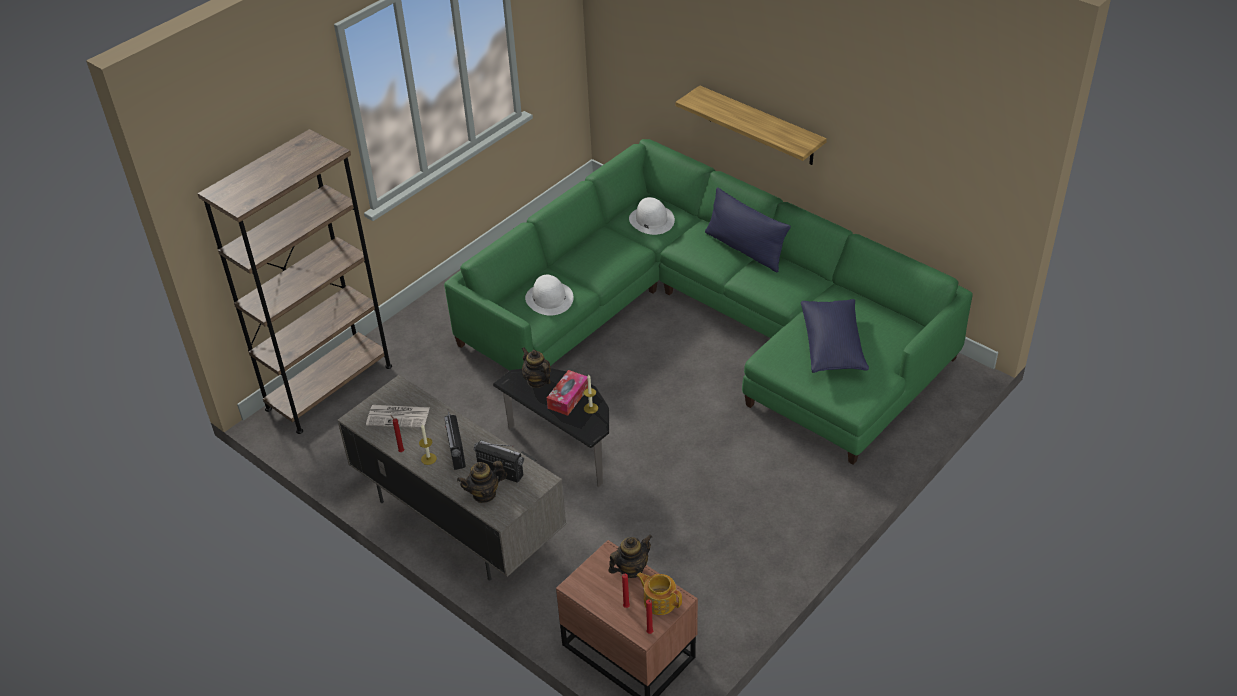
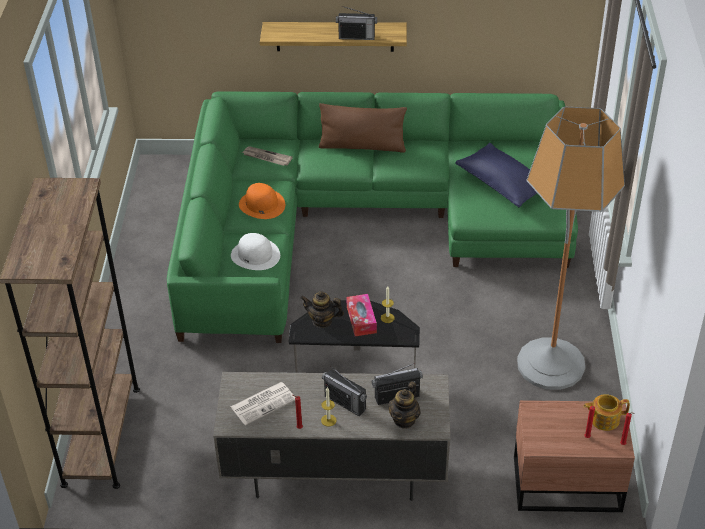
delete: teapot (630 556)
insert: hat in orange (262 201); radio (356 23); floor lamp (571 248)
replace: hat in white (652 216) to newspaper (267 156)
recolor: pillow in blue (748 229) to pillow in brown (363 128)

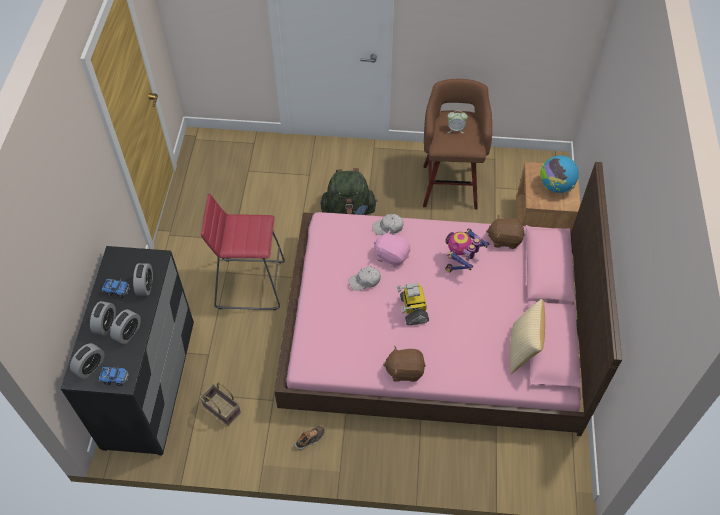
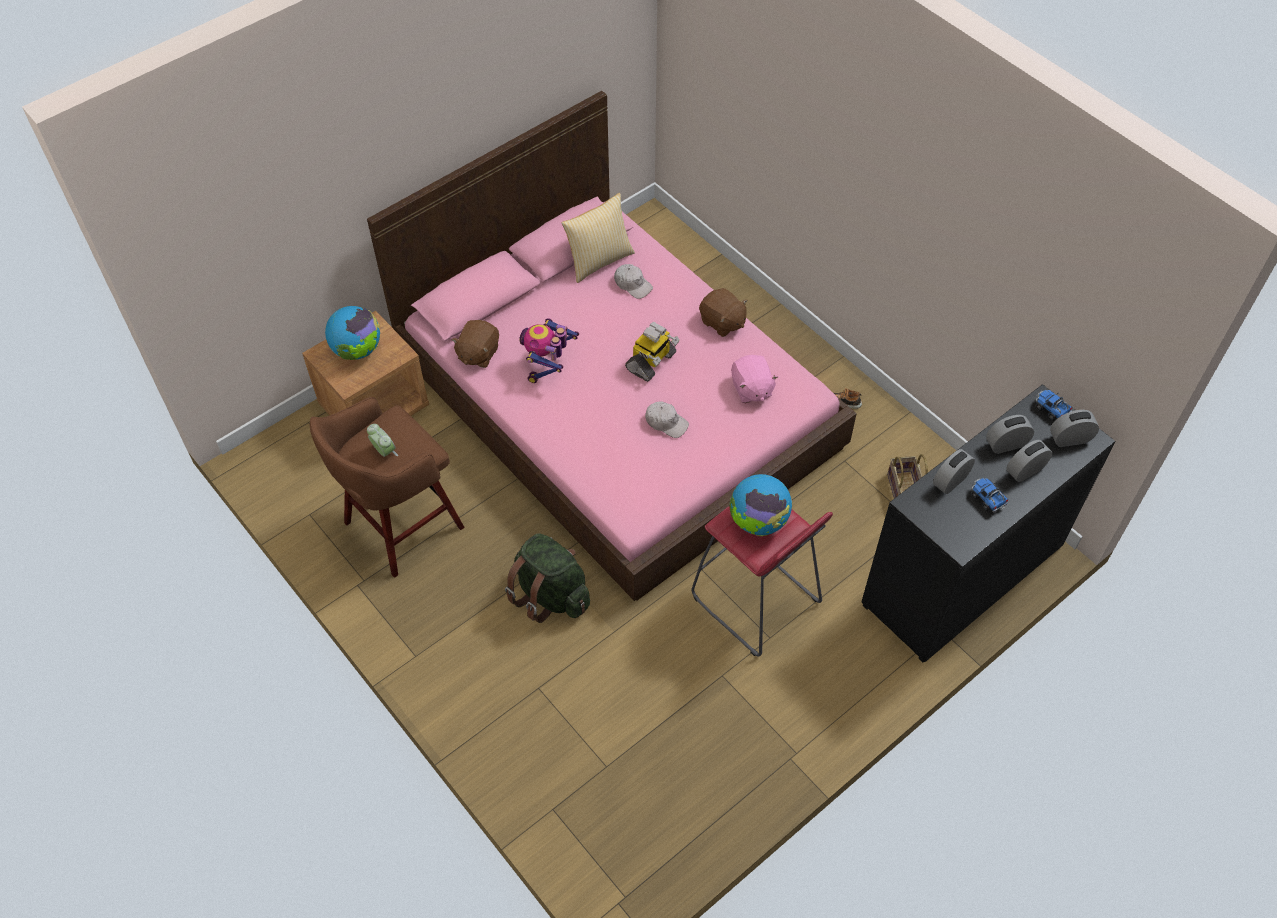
insert: globe (761 505)
move: cap in white (387 224) to (633 281); plush toy in pink (392 248) to (754 379)
rotate: toy robot (467 250) = (549 350) 120 degrees clockwise; plush toy in brown (505 232) = (475 344) 60 degrees clockwise

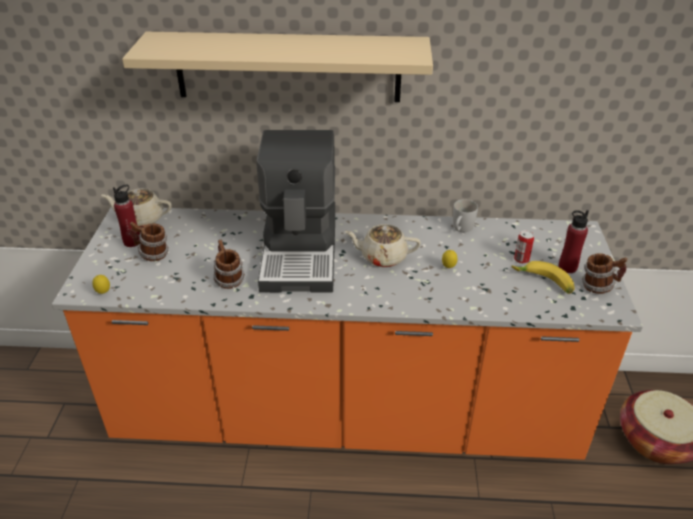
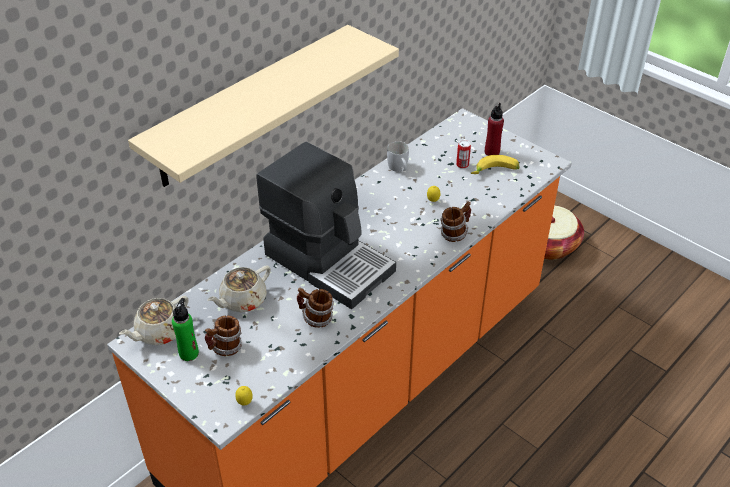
move: teapot in beige (383 245) to (239 288); mug (604 273) to (456 222)
recolor: bottle in red (126 216) to bottle in green (185 329)

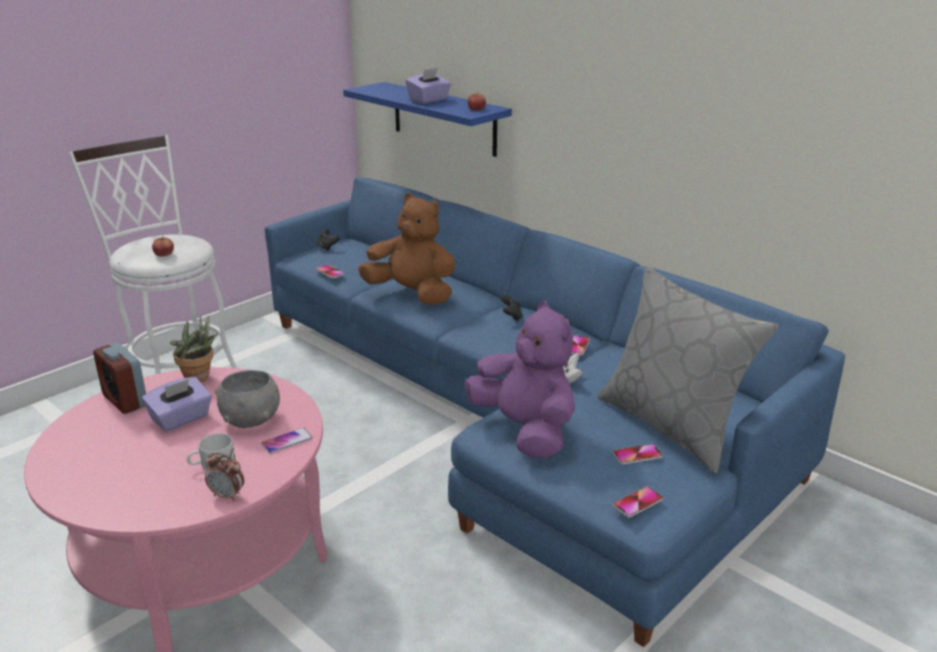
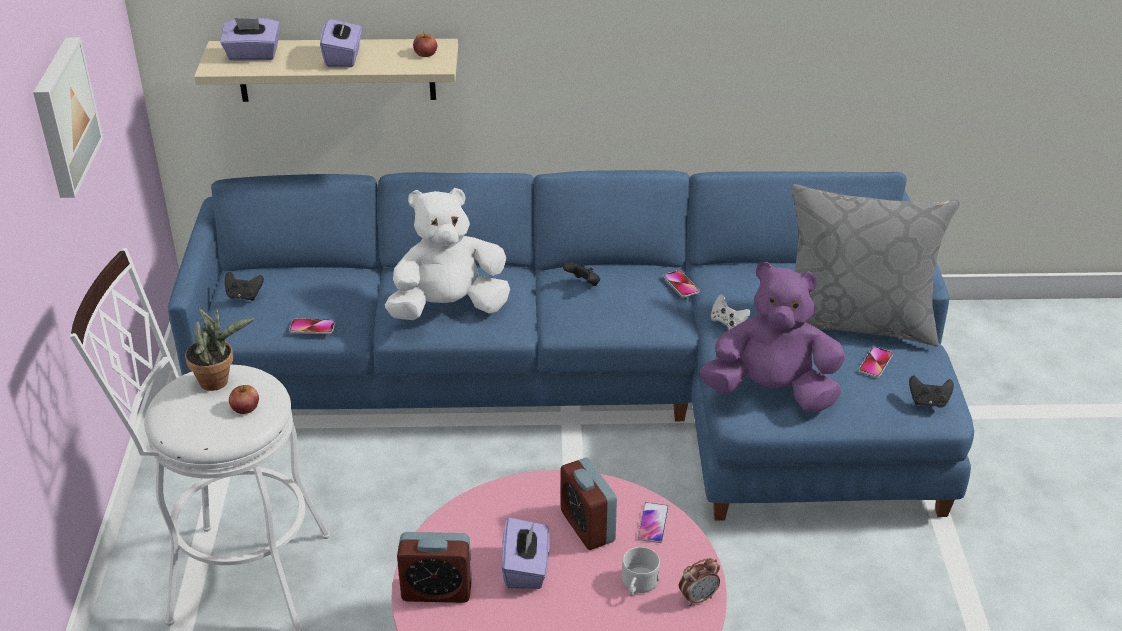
insert: picture (68 117); tissue box in purple (250 39)
move: potted plant (194 349) to (219 349)
replace: bowl in grey (247 399) to alarm clock (589 504); phone (638 502) to game controller in black (931 391)
recolor: shelf in blue (427 119) to shelf in beige (326 70); plush toy in brown (406 249) to plush toy in white (447 254)

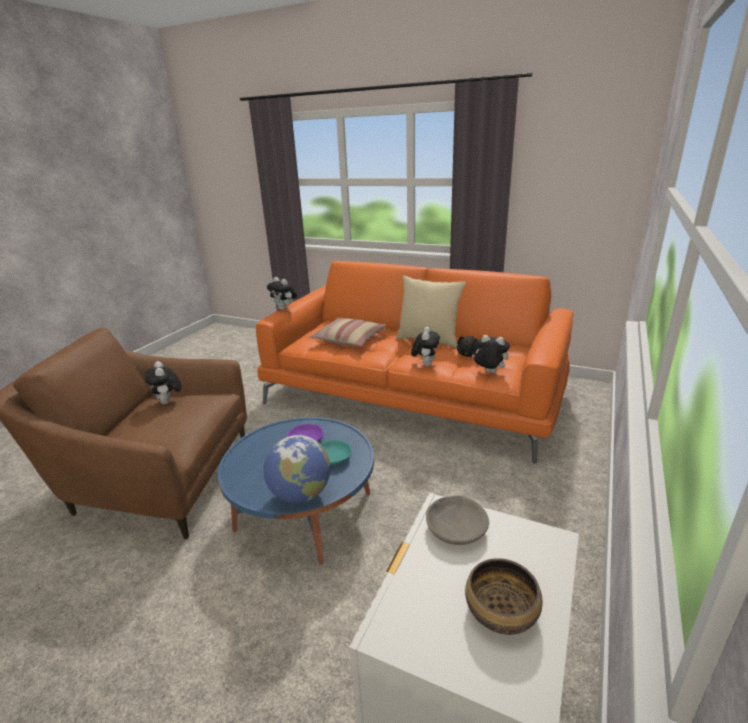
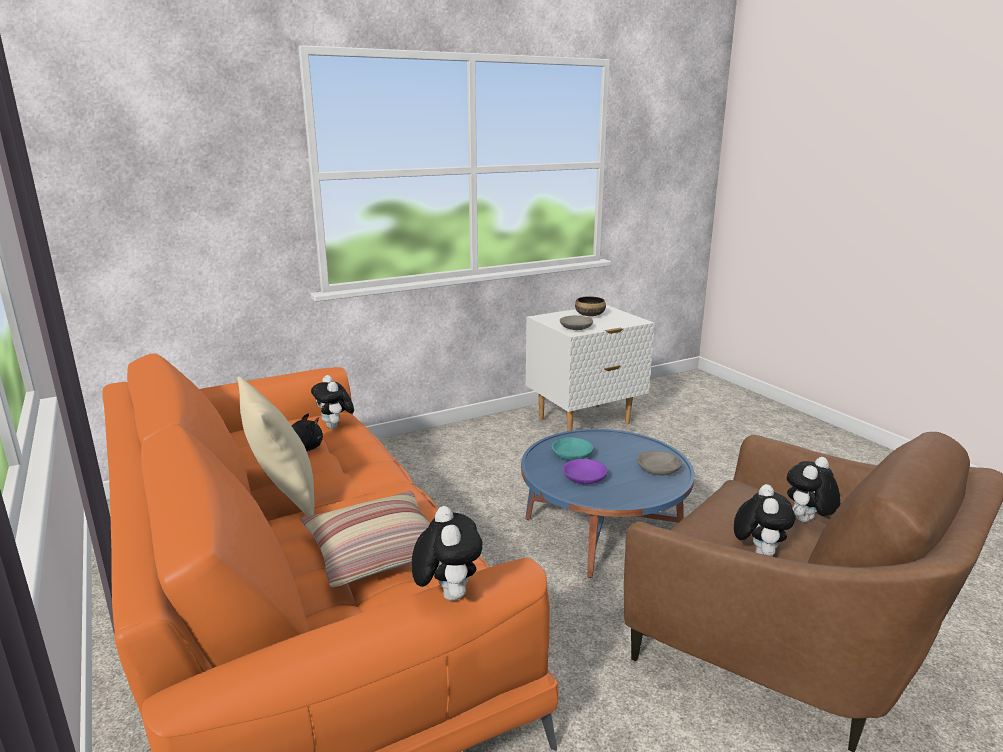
delete: globe (296 469)
insert: bowl in grey (659 463)
move: plush toy (425 346) to (813 489)

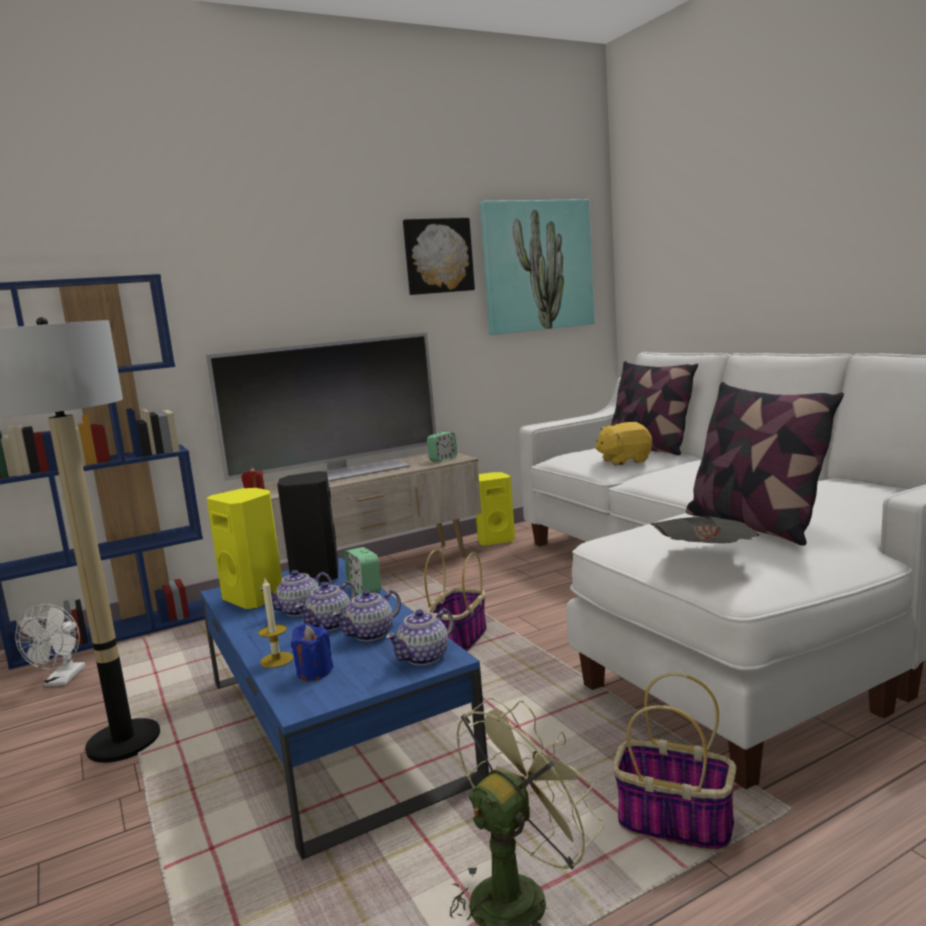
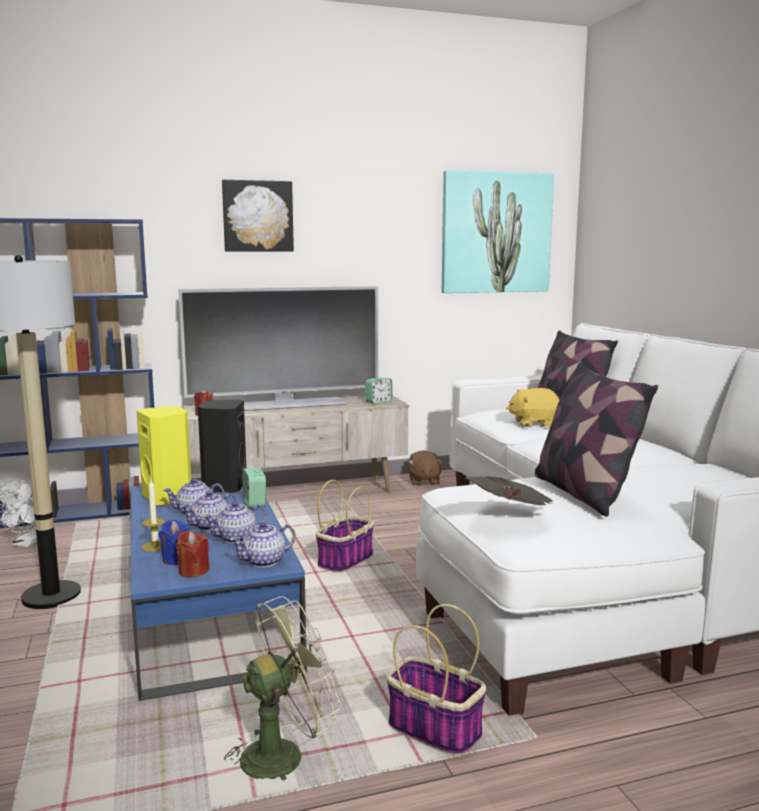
insert: candle in red (193 553)
move: picture (439 256) to (258 216)
replace: speaker in yellow (495 509) to plush toy in brown (426 468)

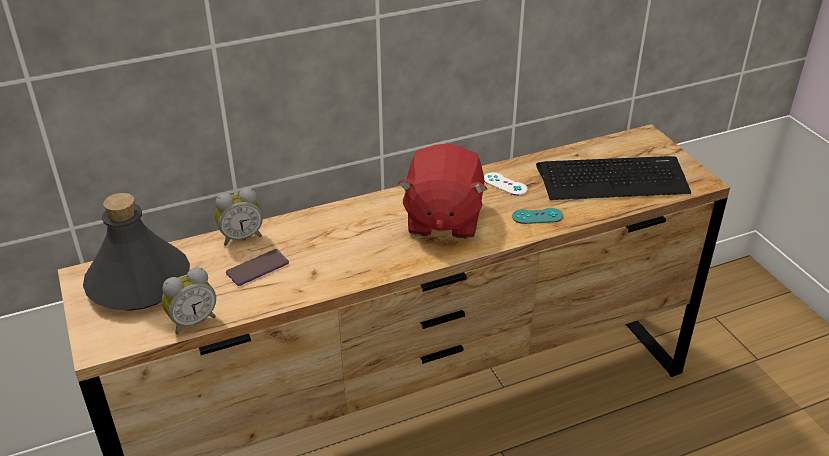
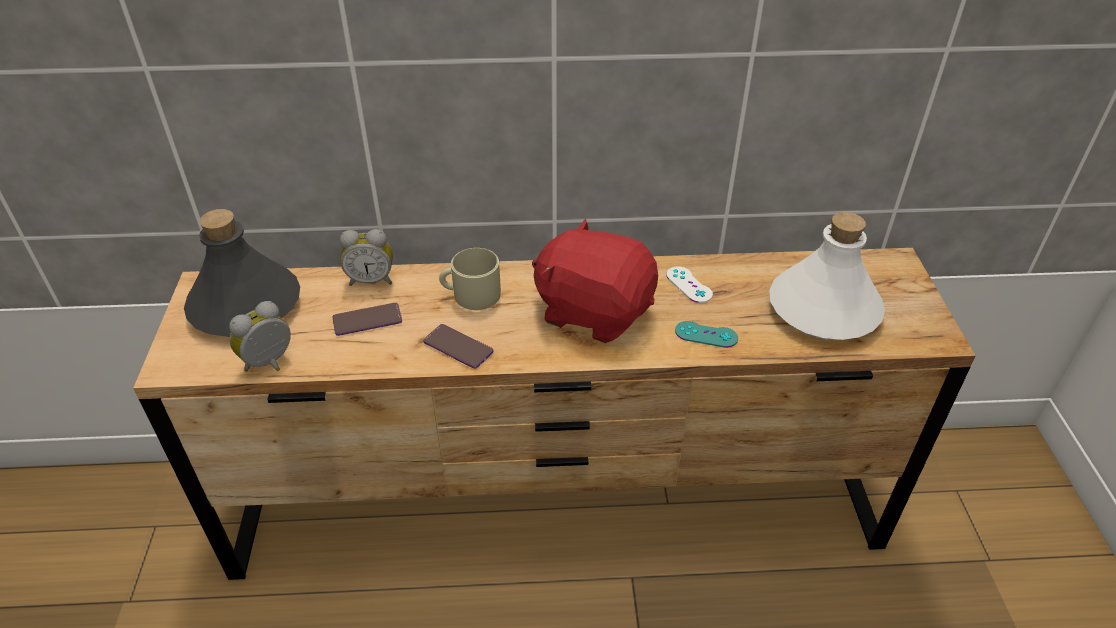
insert: phone (458 346); mug in beige (470 279)
replace: keyboard (613 178) to bottle in white (827 276)
rotate: alarm clock (189 300) = (260 336) 150 degrees clockwise; plush toy in red (442 191) = (595 280) 90 degrees clockwise

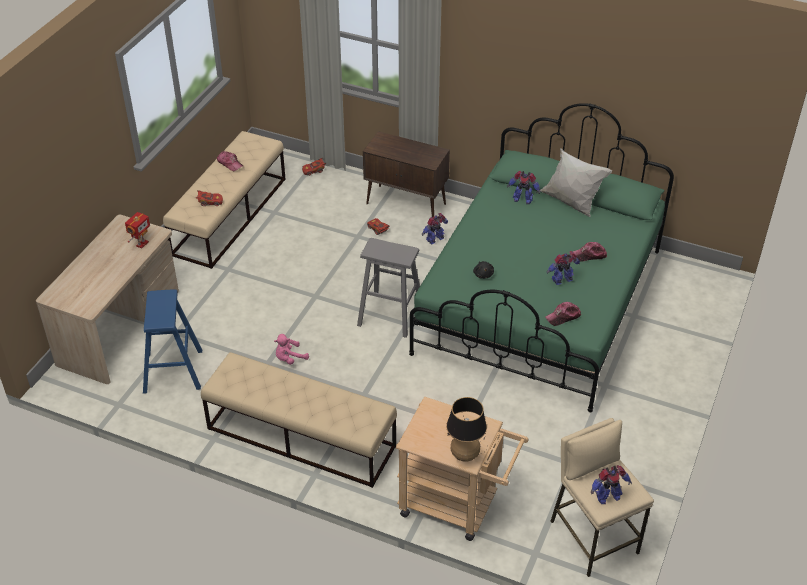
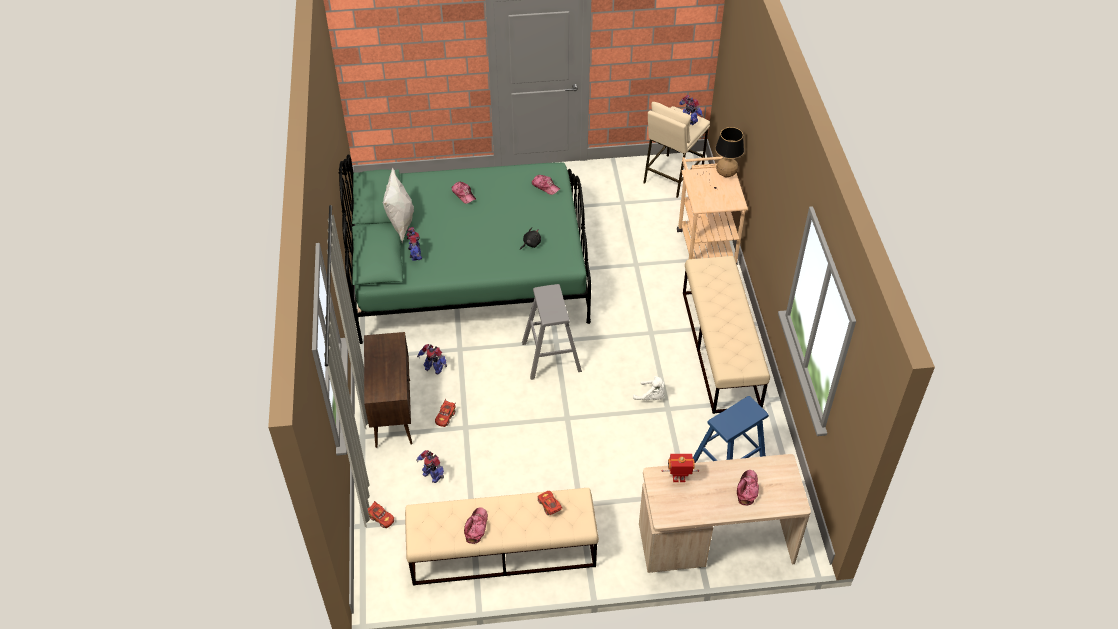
insert: cap (748 487)
move: toy robot (563 268) to (430 466)
recolor: plush toy in pink (291 349) to plush toy in white (649 388)

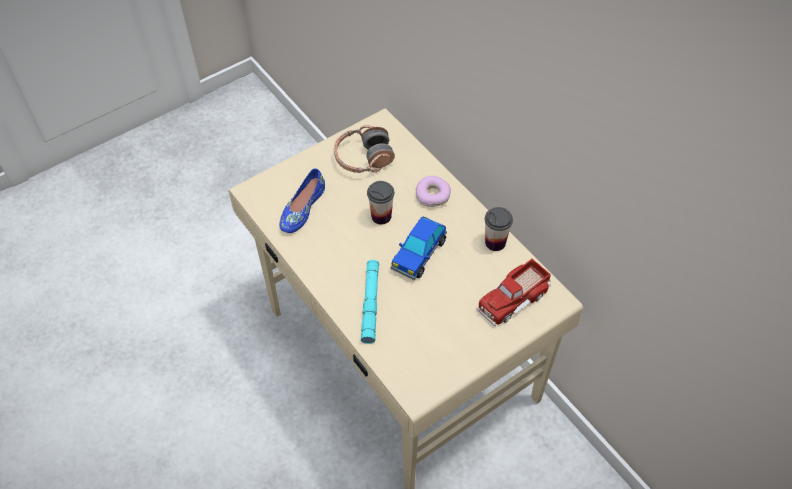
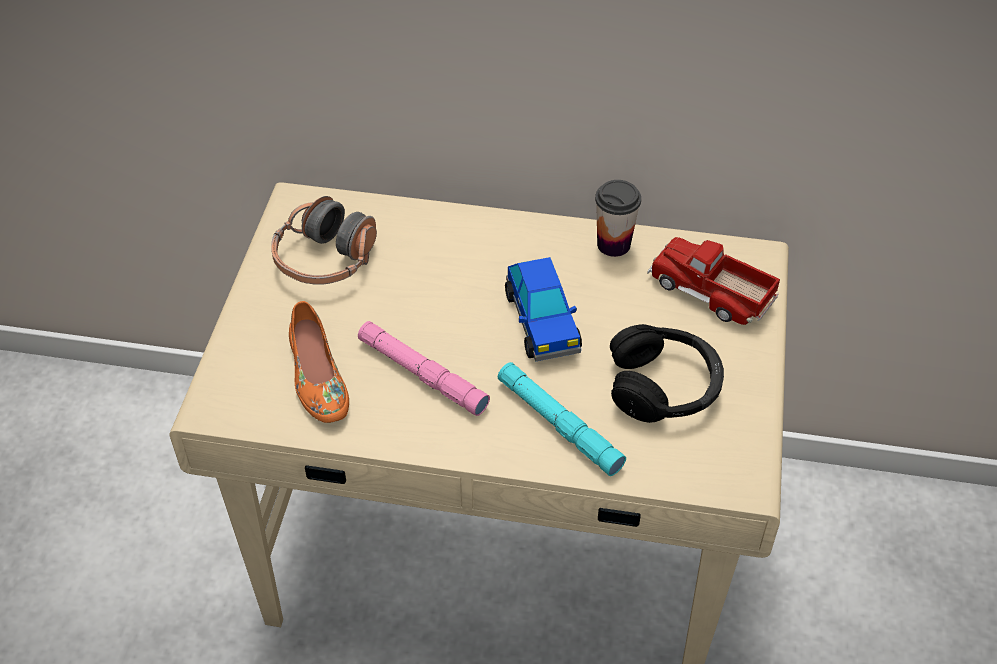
delete: cup (380 203); donut (433 191)
insert: flashlight in pink (424 368); headphones in black (667 373)
recolor: shoe in blue (302 200) to shoe in orange (319 362)
rotate: toy truck (514 293) = (713 281) 120 degrees clockwise

